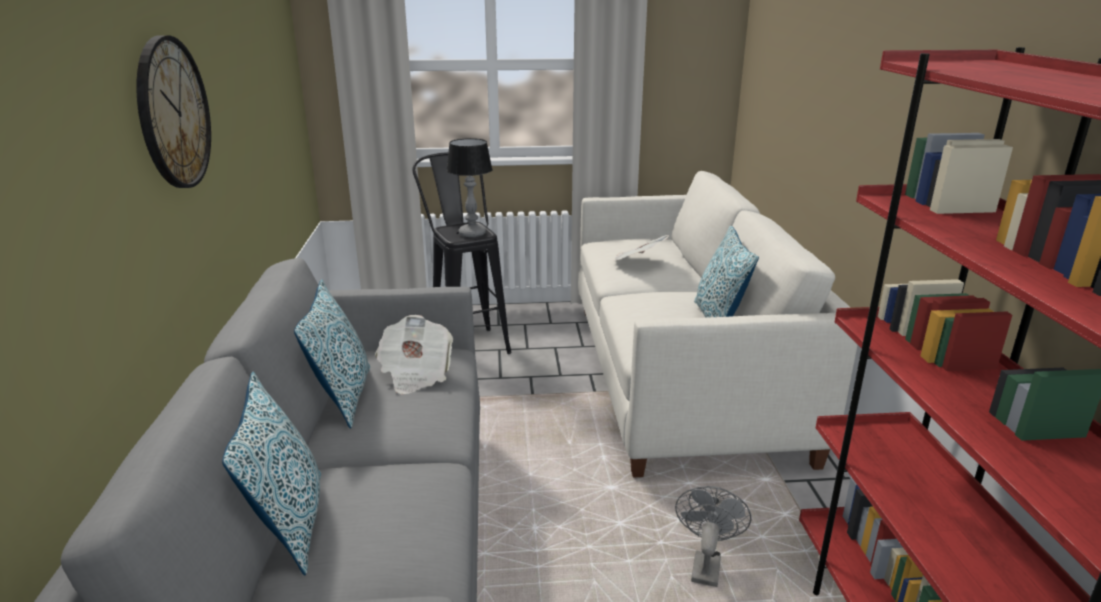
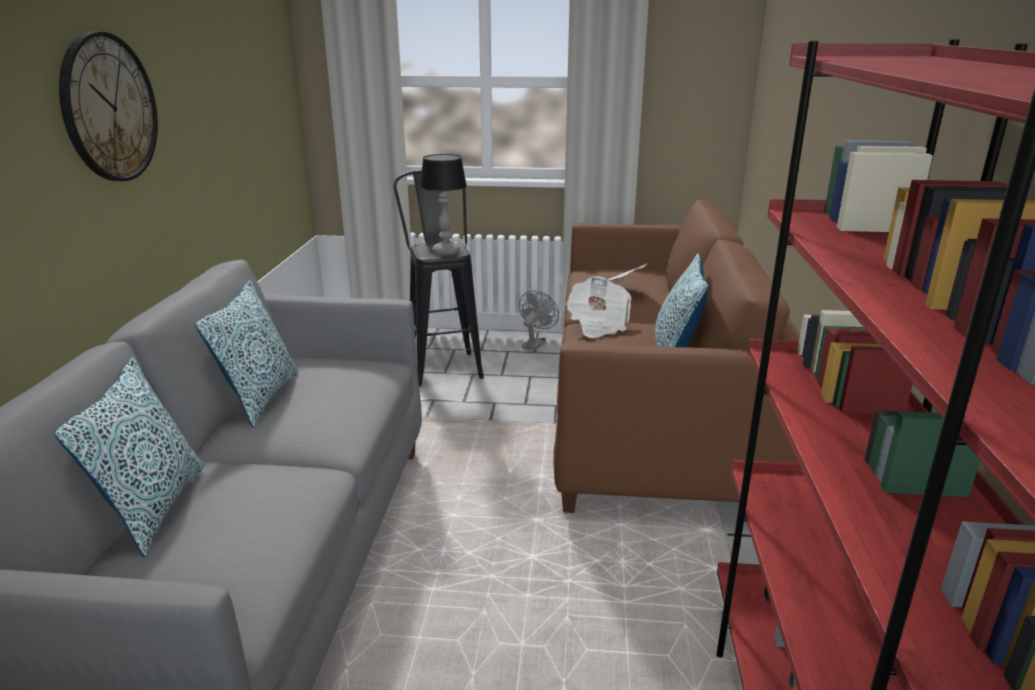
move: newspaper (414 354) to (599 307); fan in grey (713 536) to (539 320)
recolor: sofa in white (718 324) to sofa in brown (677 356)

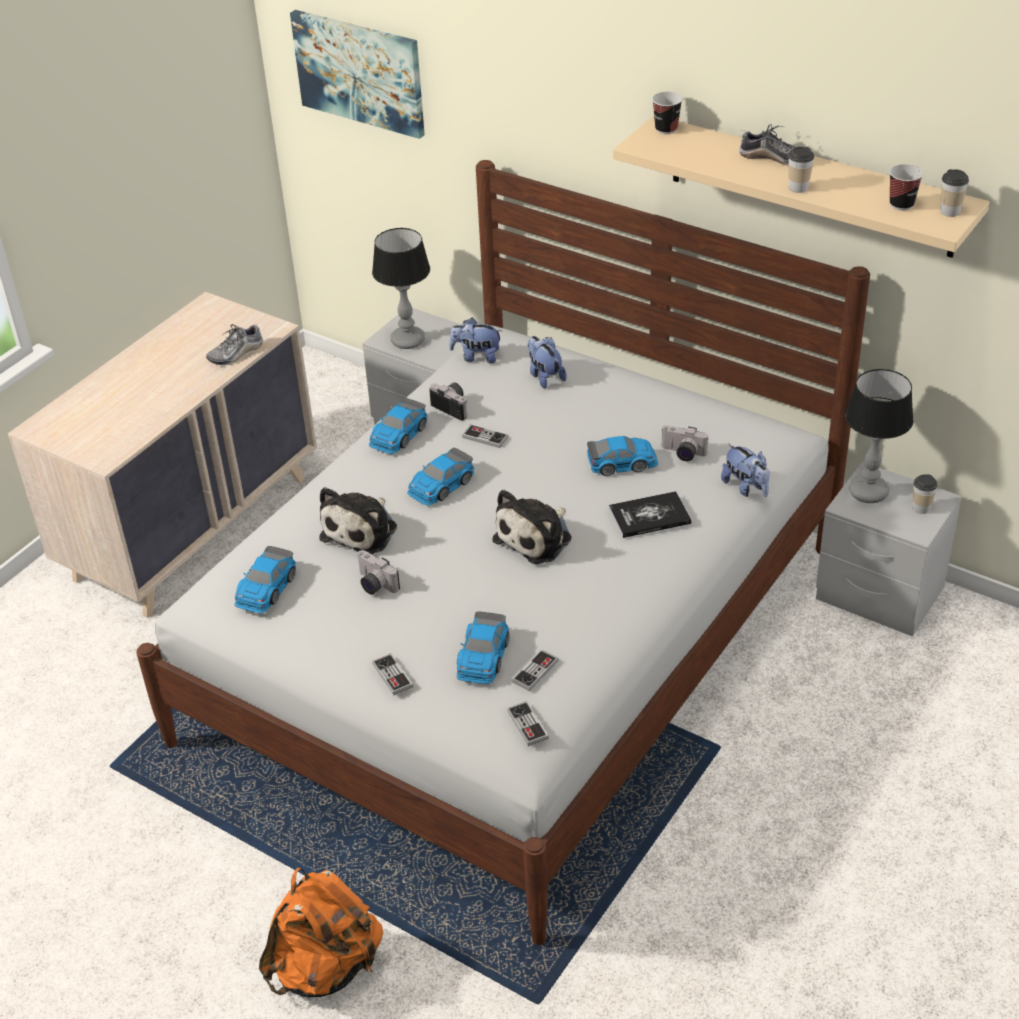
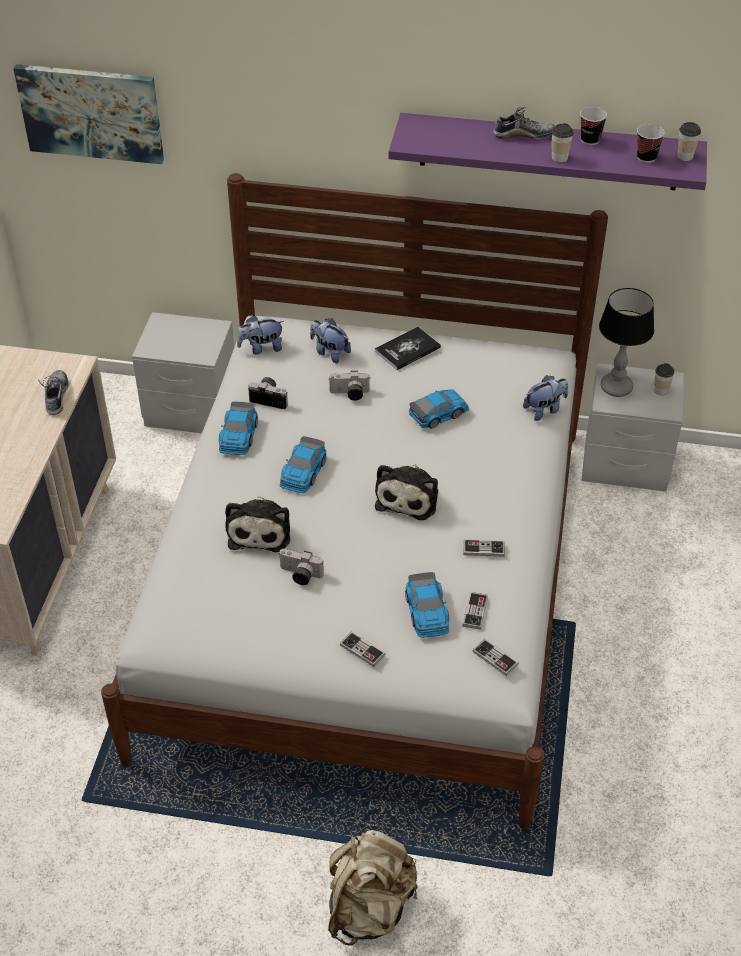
delete: toy car (265 579); table lamp (401 288)
move: game controller (485 436) to (484 548); book (650 514) to (408 348); cup (667 113) to (593 126); photo camera (685 443) to (349 386)
recolor: backpack in orange (321 932) to backpack in beige (373 888); shelf in beige (801 187) to shelf in purple (547 151)
rotate: shoe (234 344) = (54 392) 150 degrees clockwise; plush toy (745 470) = (545 398) 60 degrees counterclockwise

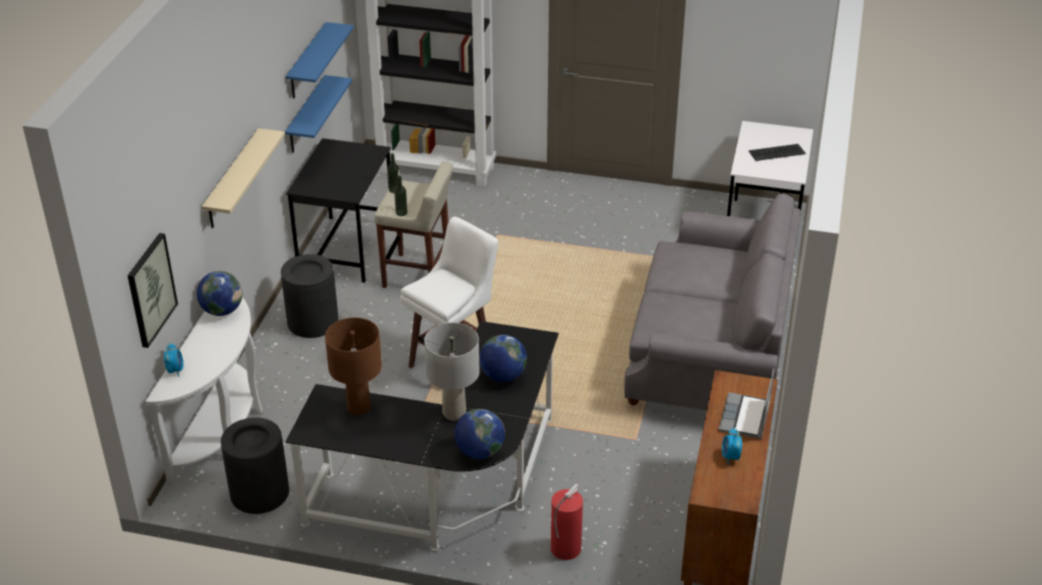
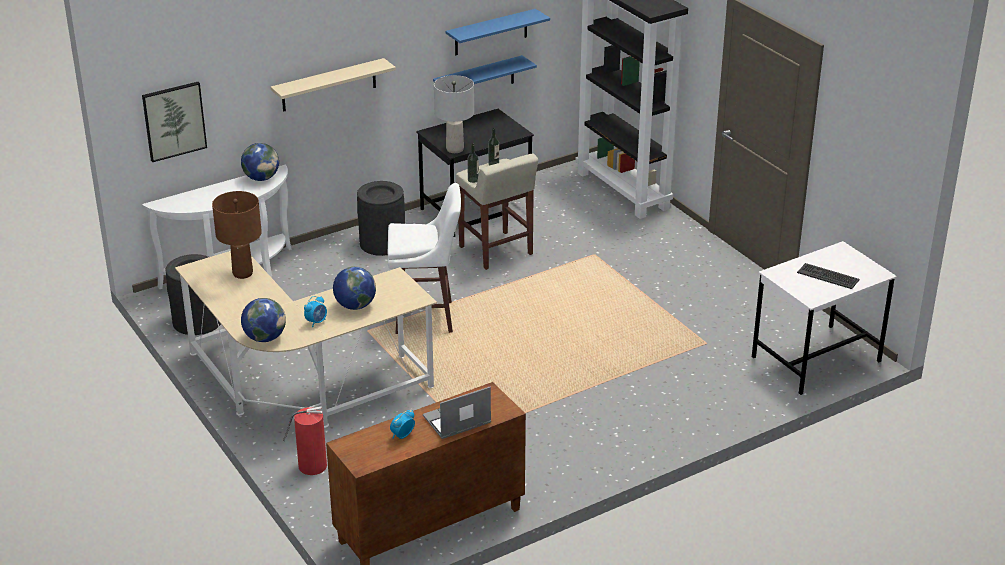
delete: sofa in grey (712 301)
move: alarm clock (173 360) to (315 311); table lamp in grey (452 372) to (454 114)
recolor: desk in black (422 436) to desk in beige (306 339)

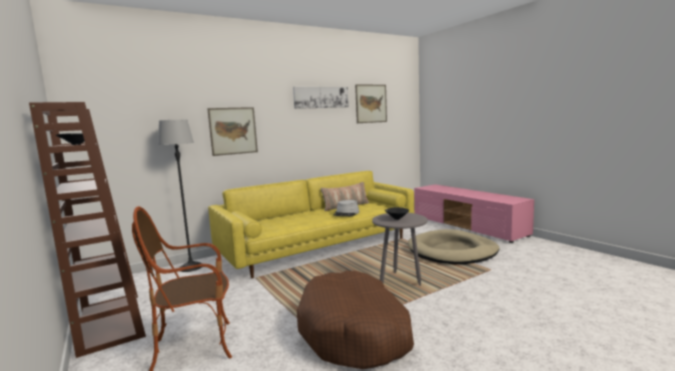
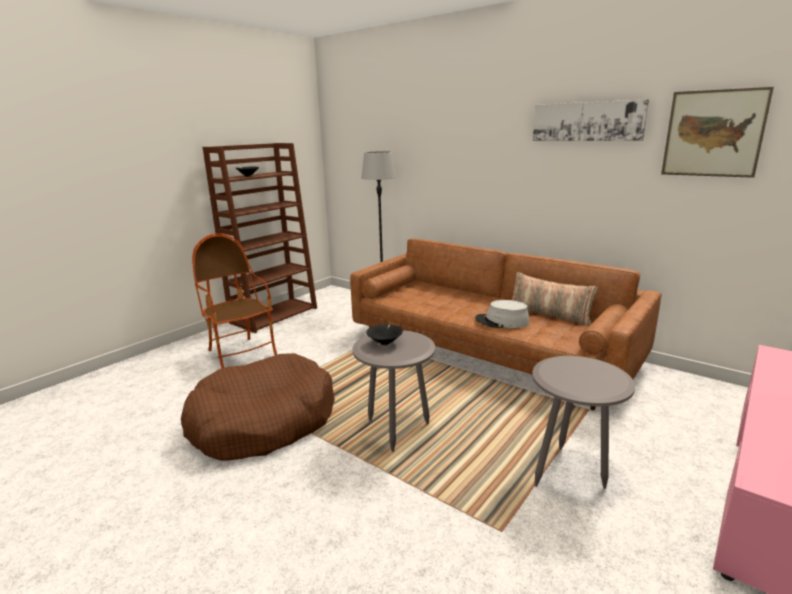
delete: picture (232 131)
replace: dog bed in beige (453 246) to side table in grey (583 422)
recolor: sofa in yellow (311 224) to sofa in brown (505 324)

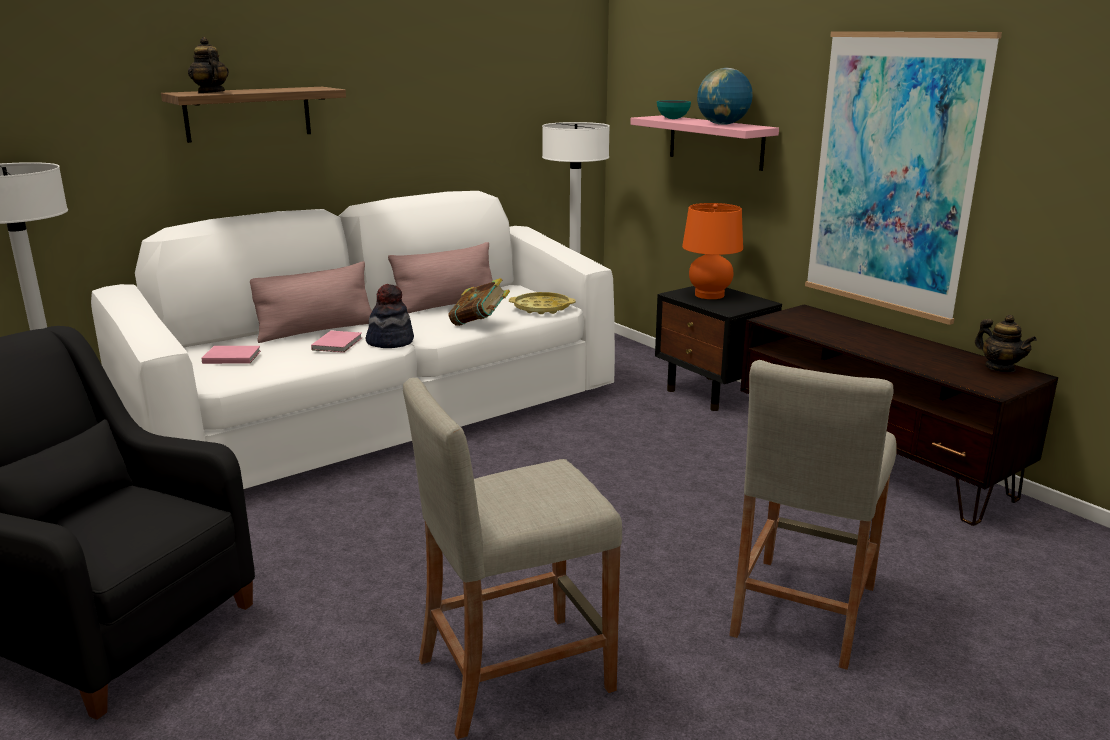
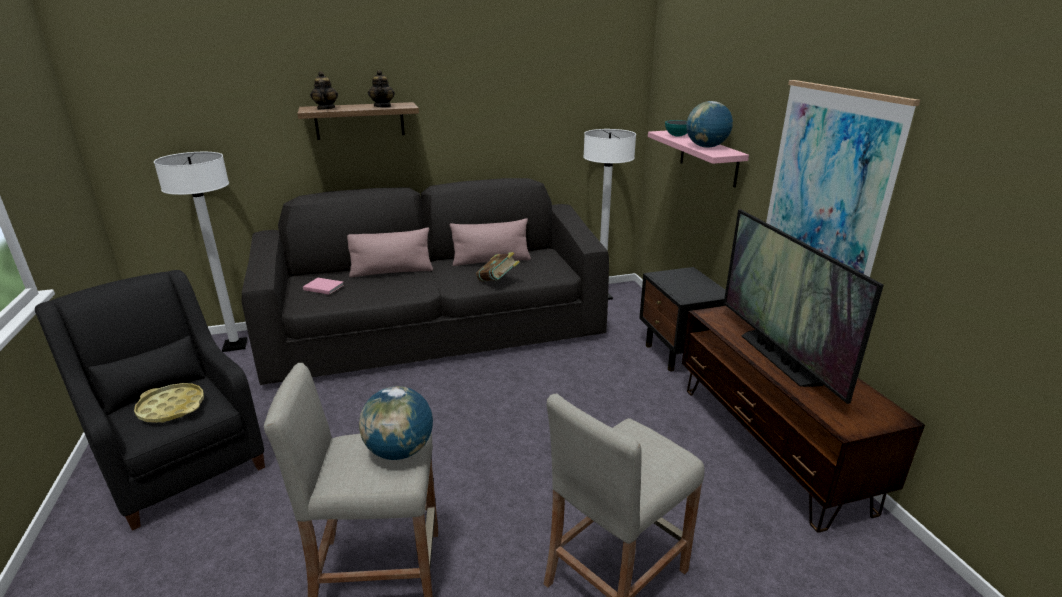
delete: book in pink (336 342); hat (390 316); table lamp in orange (712 251)
insert: globe (396 423); television (804 306)
move: tray in yellow (542 303) to (169 403); teapot (1006 343) to (381 89)
recolor: sofa in white (353 340) to sofa in black (425 281)

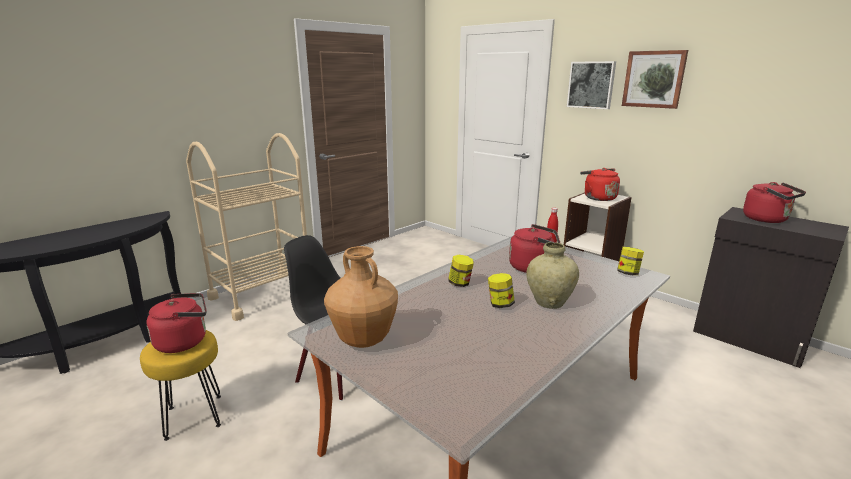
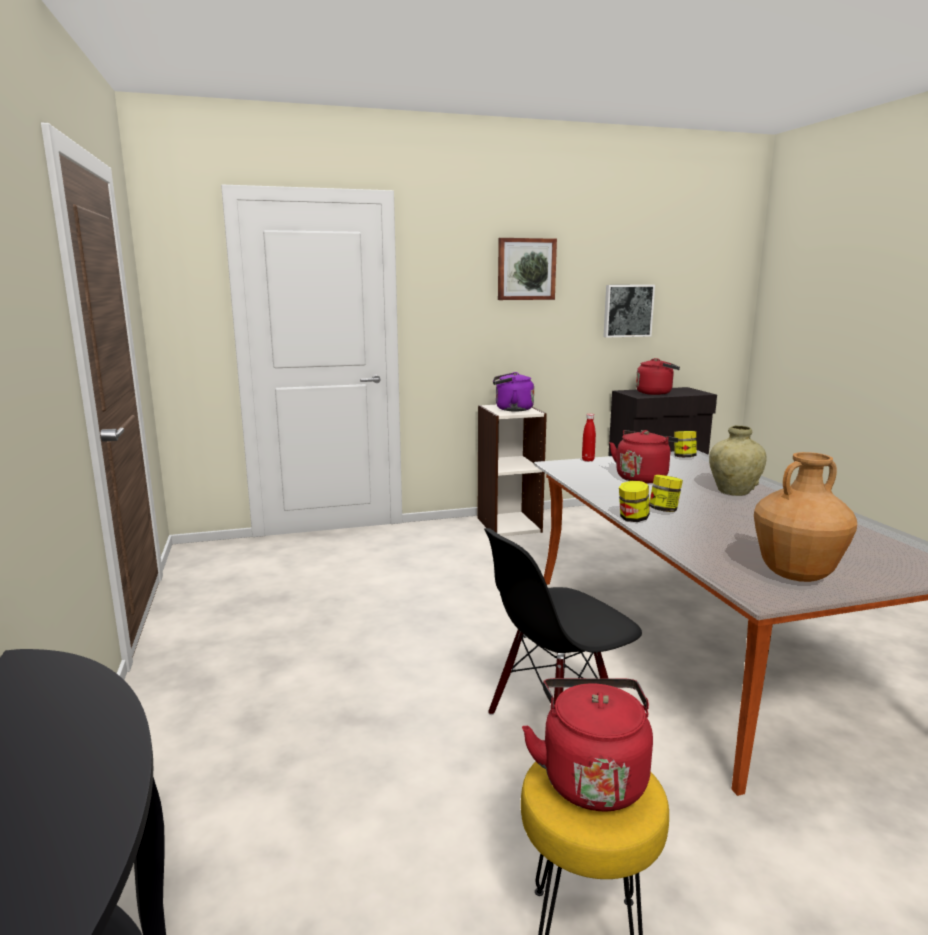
delete: cart in beige (246 227)
move: jar (501 290) to (634 501); picture (591 85) to (629 311)
recolor: kettle in red (600 184) to kettle in purple (513 391)

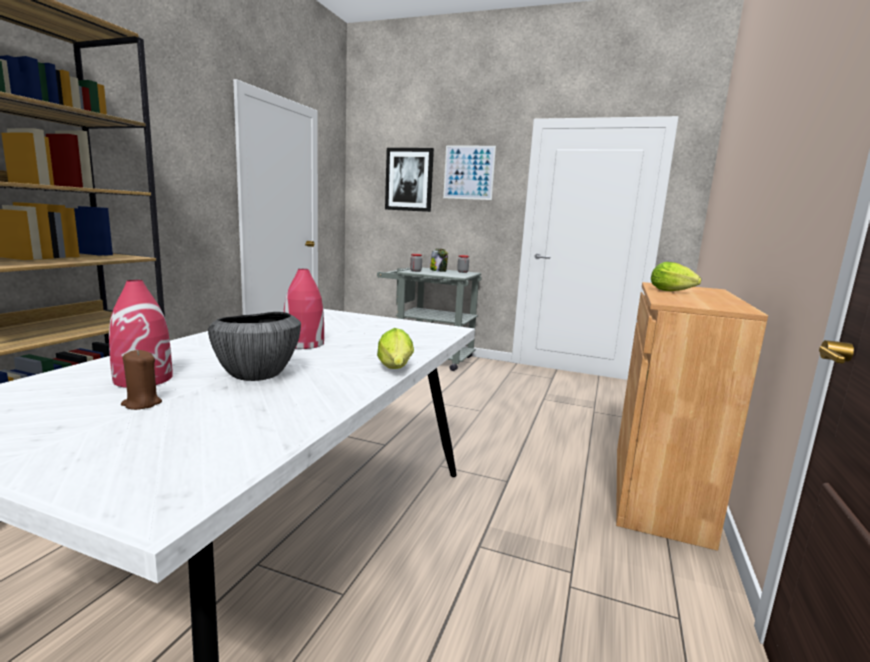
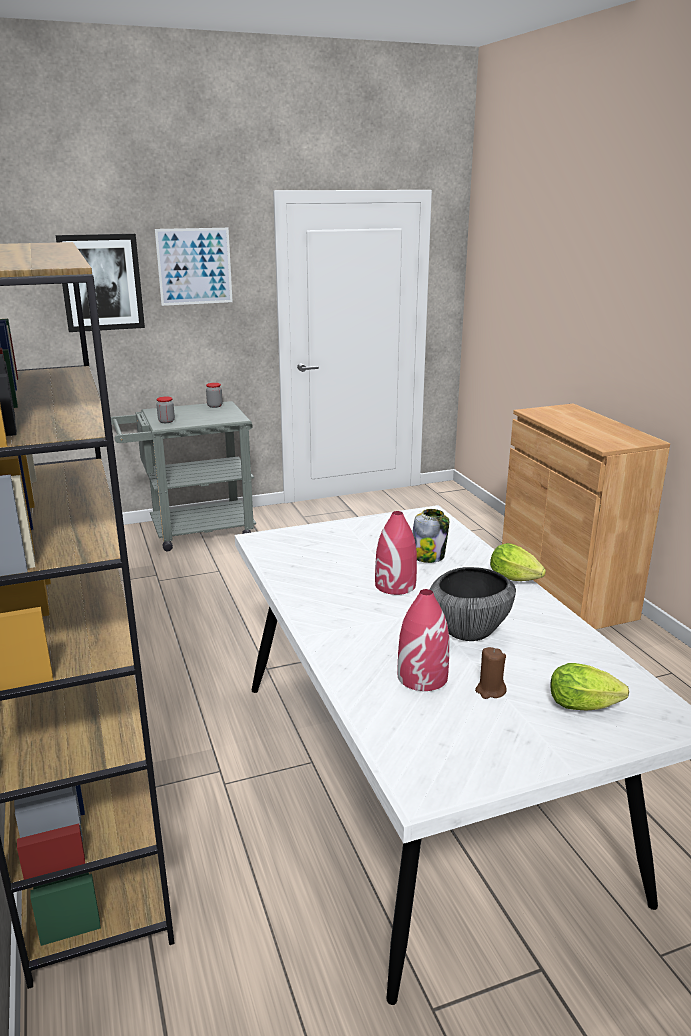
move: jar (439 260) to (430 536); lettuce (676 276) to (589 686)

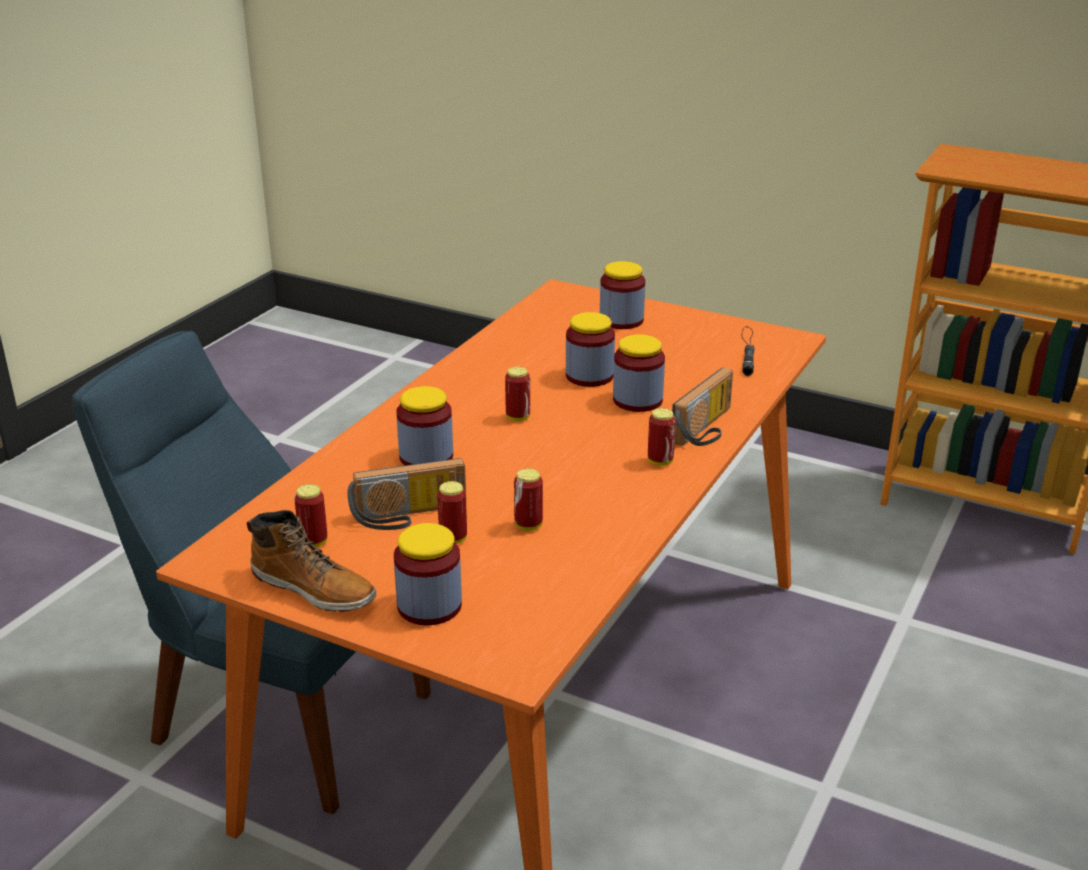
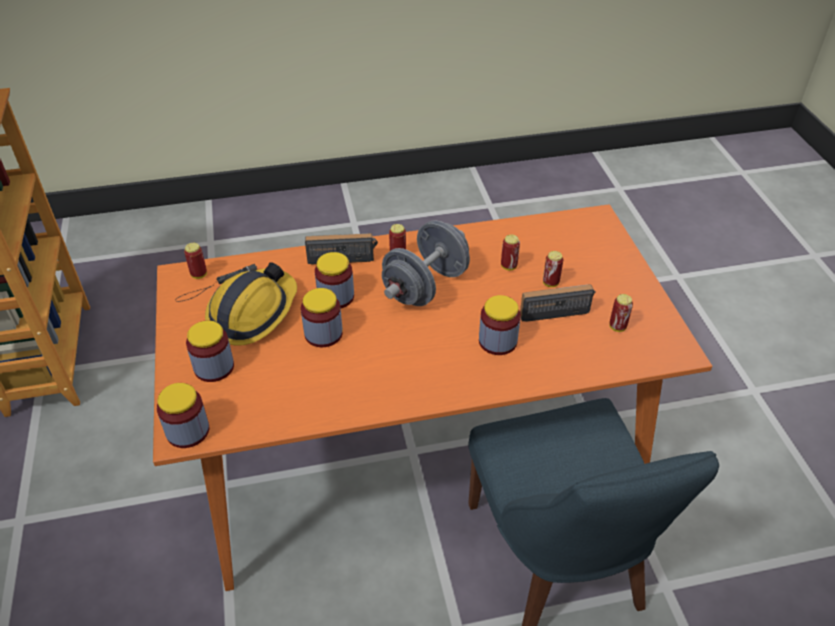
delete: boot (311 561)
insert: hard hat (251 304); dumbbell in grey (426 263)
move: jar (428 574) to (183 415); can (517 394) to (195 261)
rotate: radio (406 494) = (557 303) 45 degrees counterclockwise

